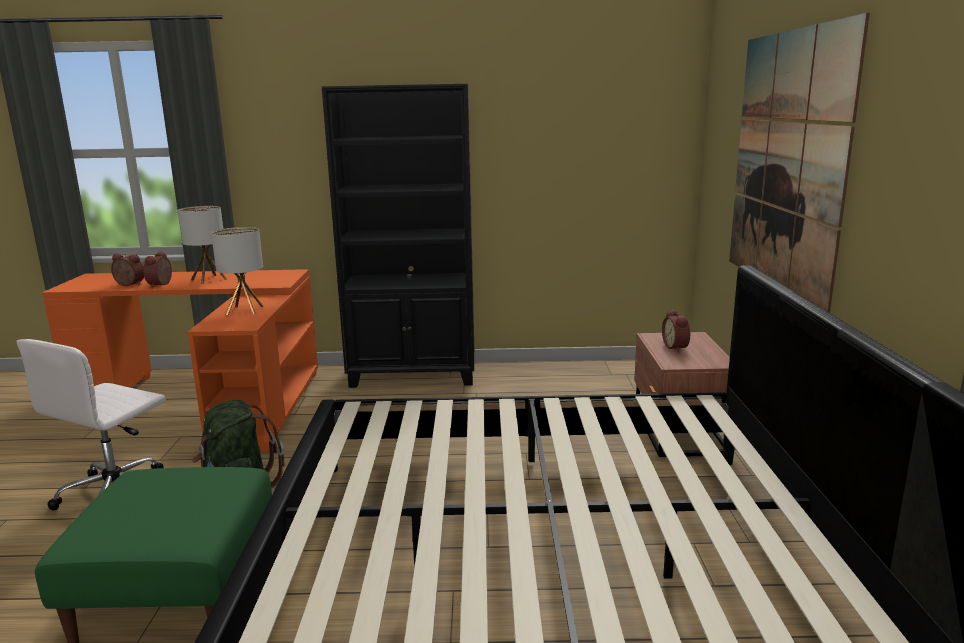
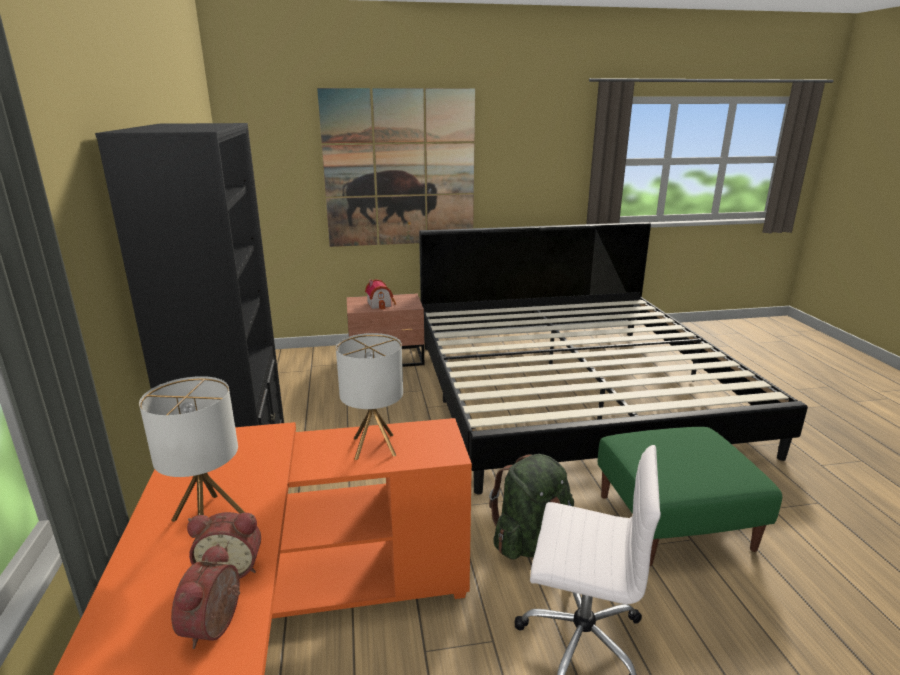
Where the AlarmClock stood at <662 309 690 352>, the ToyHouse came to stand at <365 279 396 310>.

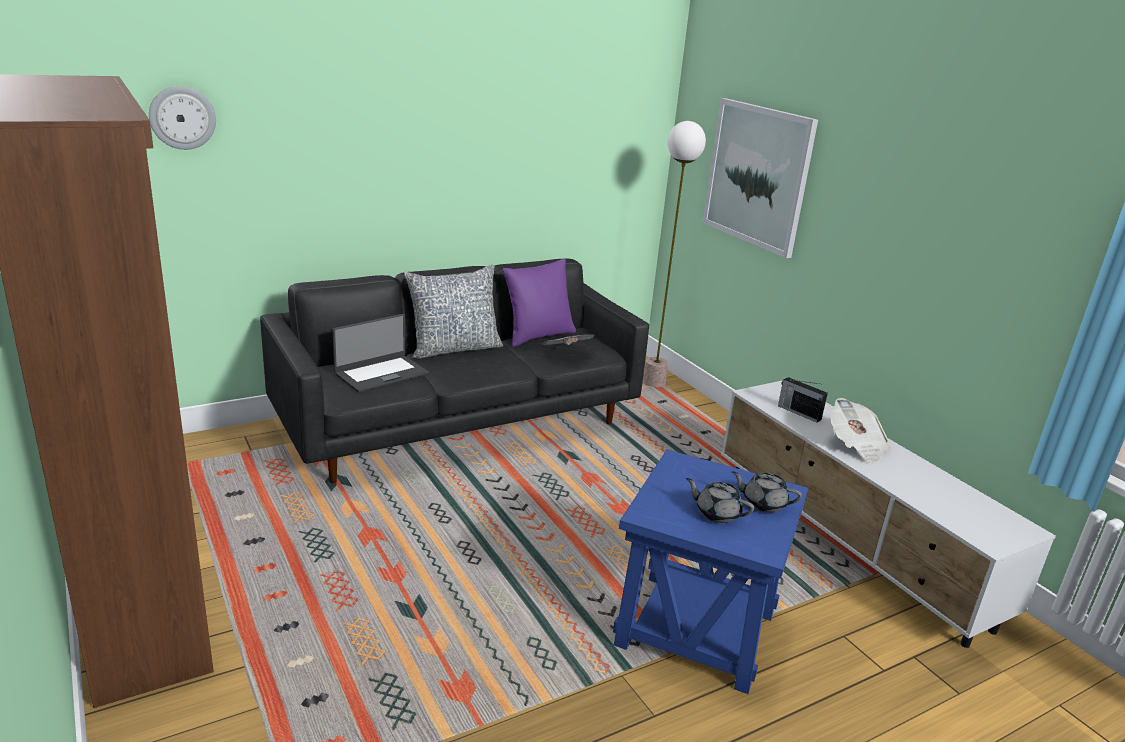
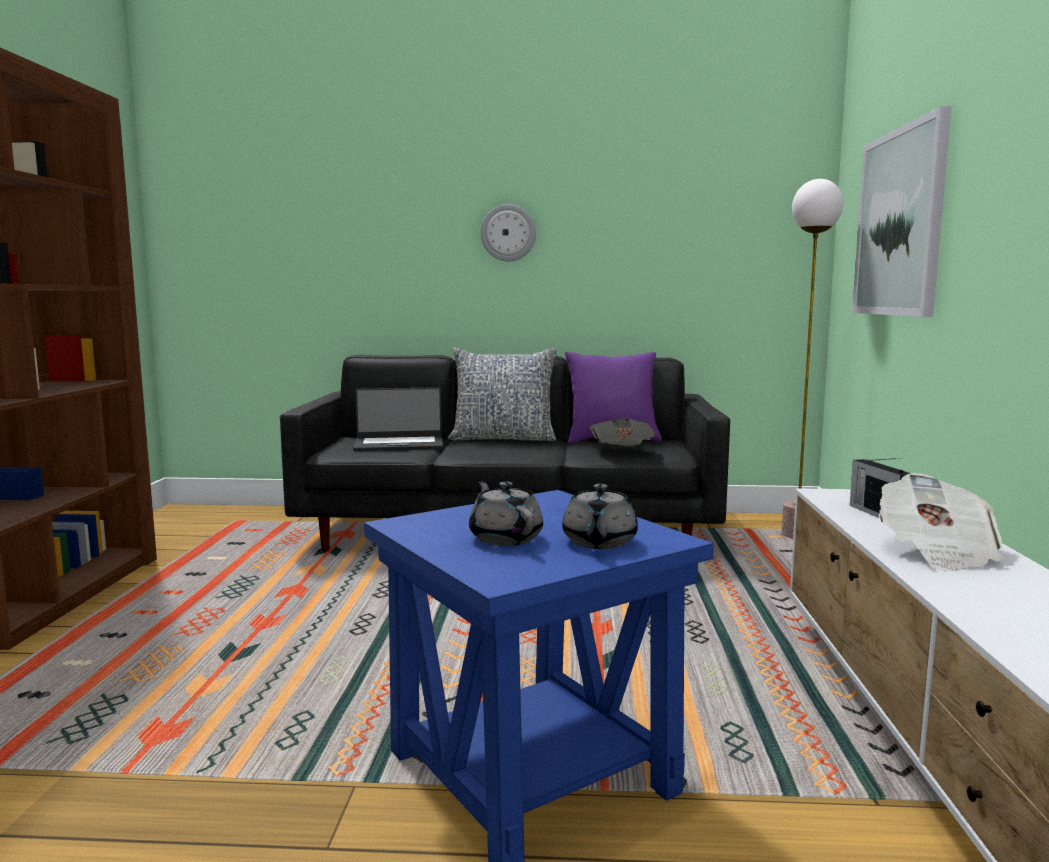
The WallClock ended up elsewhere, having gone from <149 86 216 150> to <481 204 536 262>.
The GreyTeapot at <732 471 802 513> ended up facing another way, 135 degrees counterclockwise from before.

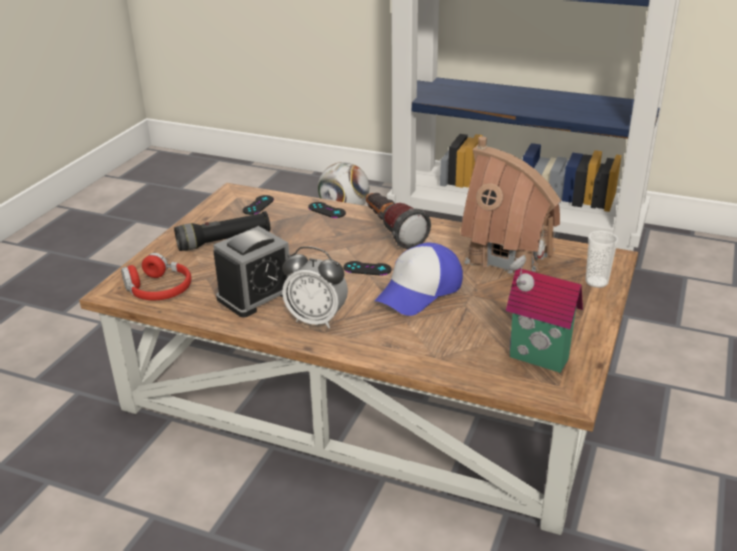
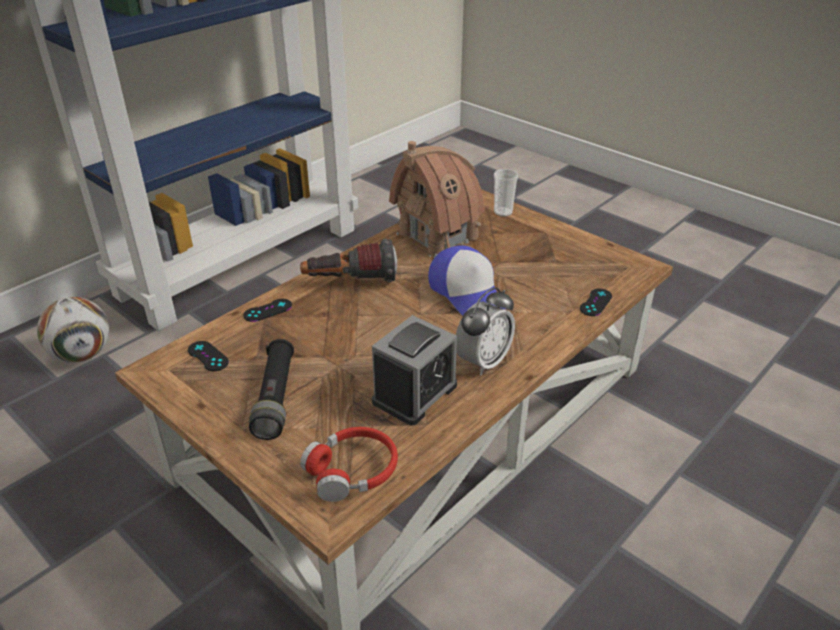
The second view lost the ToyHouse at <506 253 583 373>.
The BlackGameController ended up elsewhere, having gone from <344 261 392 276> to <580 288 612 316>.
The AlarmClock at <213 226 291 318> ended up facing another way, 60 degrees clockwise from before.

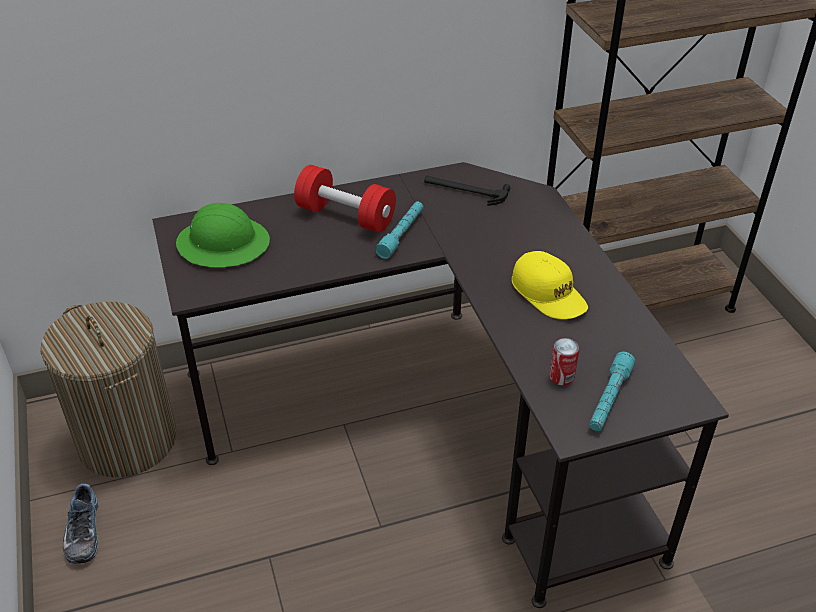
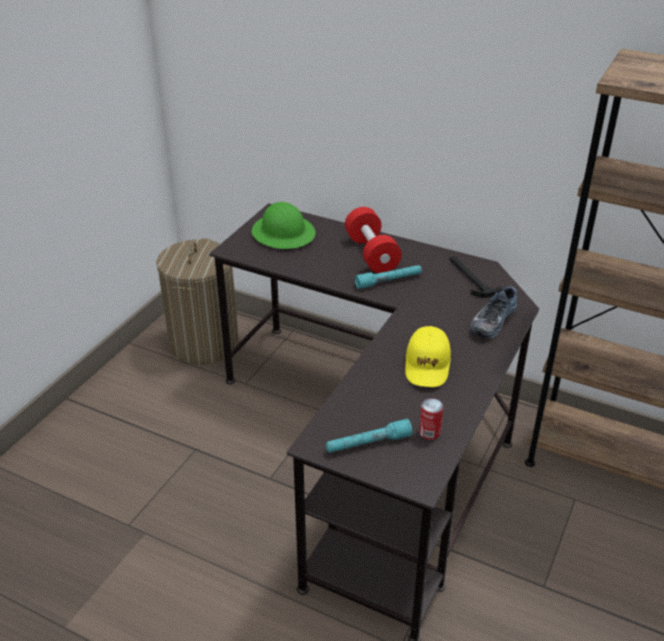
The Shoe ended up elsewhere, having gone from <63 484 98 564> to <470 286 517 338>.
The Can ended up elsewhere, having gone from <549 338 579 386> to <419 398 444 440>.

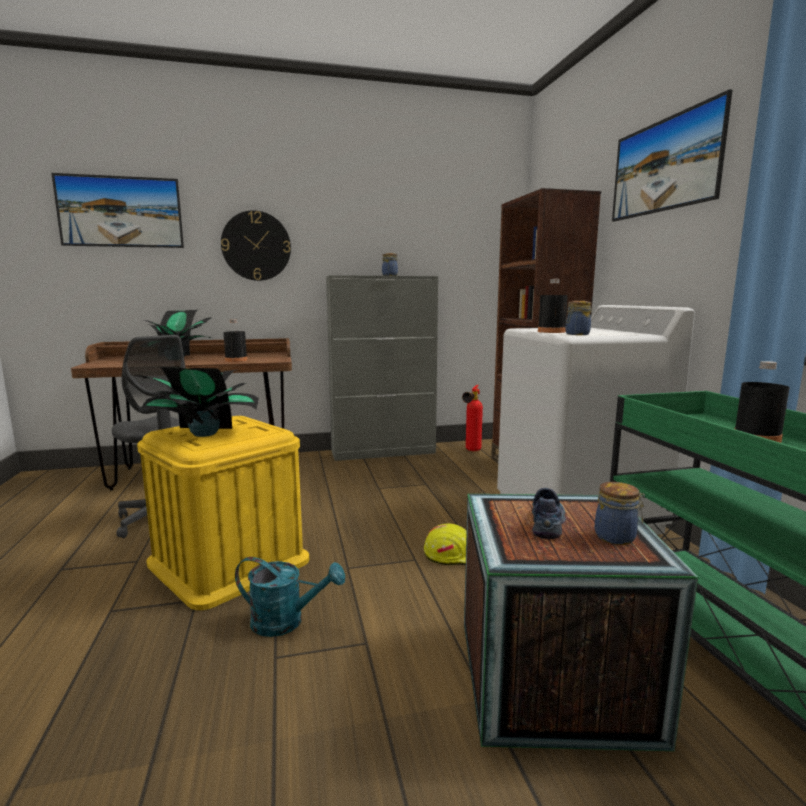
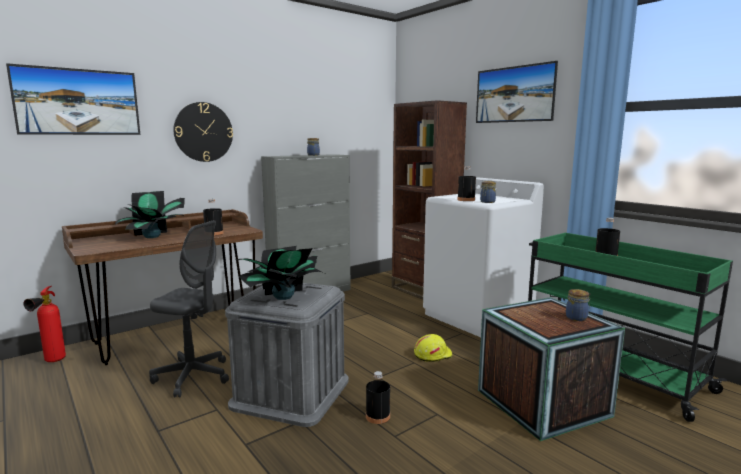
The second view lost the Shoe at <532 488 566 539>.
The FireExtinguisher ended up elsewhere, having gone from <462 385 483 451> to <24 286 66 362>.
Where the TurquoiseWateringCan stood at <235 557 345 637>, the BlackBottle came to stand at <366 371 390 424>.
What was the YellowStorageBox at <137 416 309 610> turned into the GreyStorageBox at <225 283 349 427>.

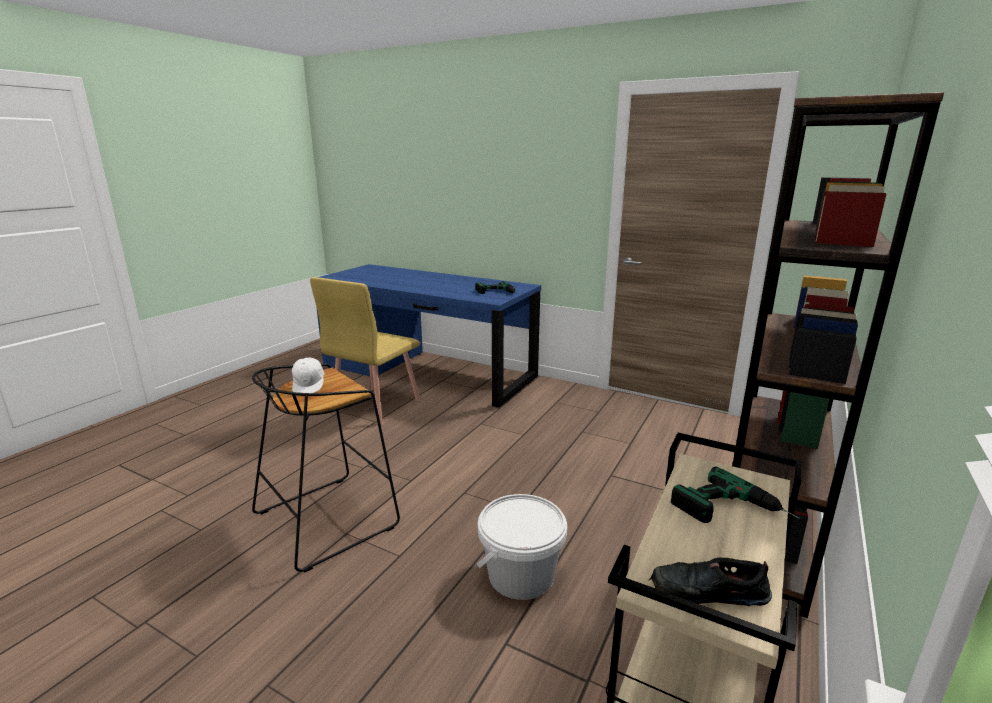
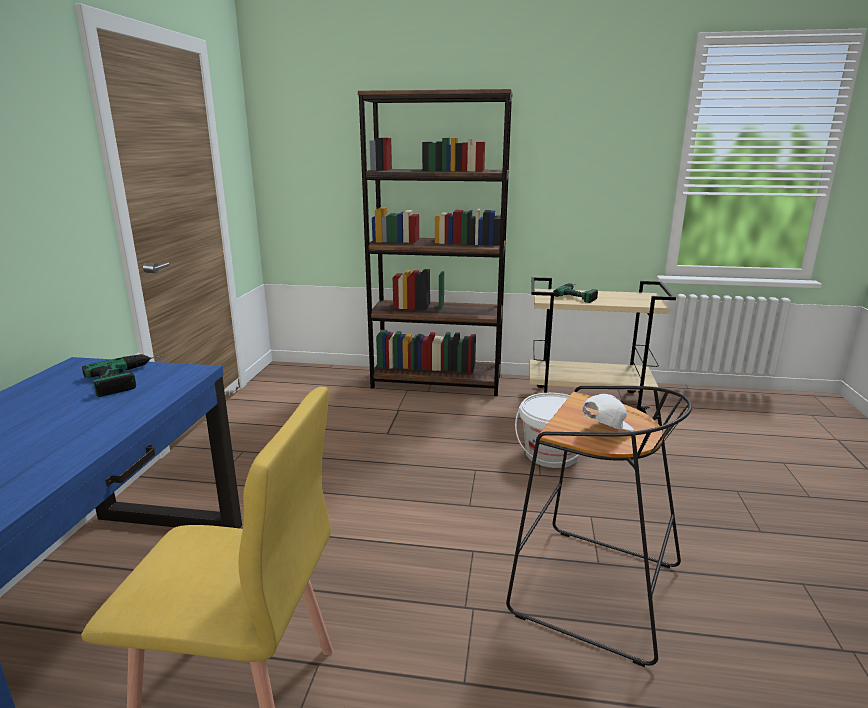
The second view lost the BlackShoe at <648 557 772 607>.

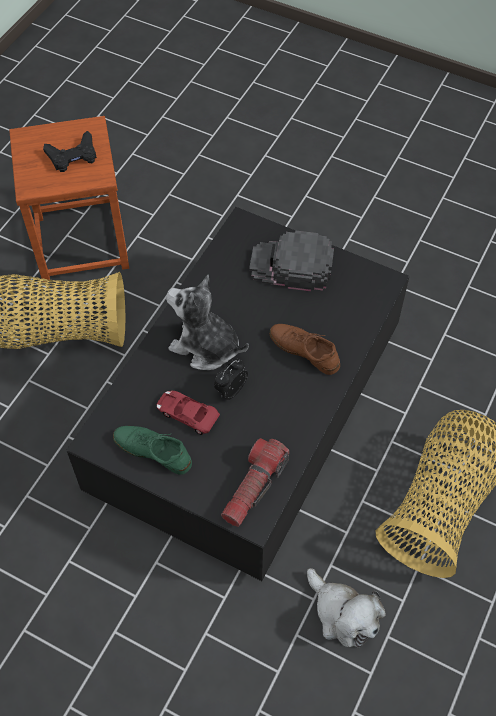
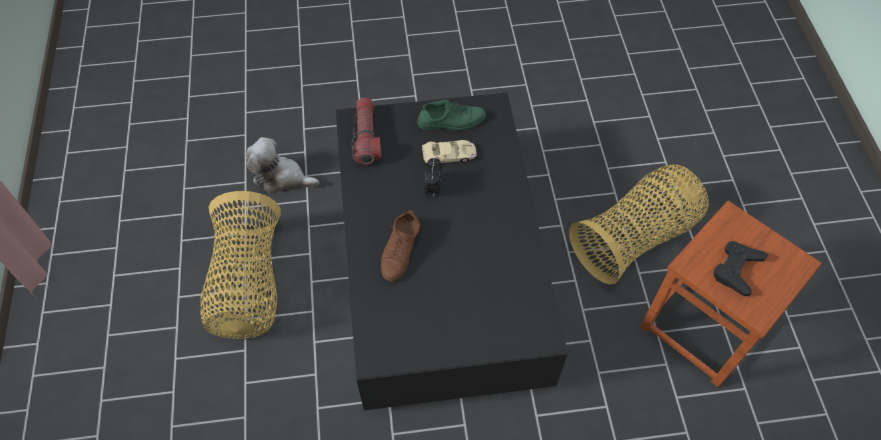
The second view lost the PlushToy at <166 275 249 370>.
The second view lost the BlackCap at <249 231 334 291>.
What was the RedToyCar at <157 391 220 435> turned into the BeigeToyCar at <422 140 477 163>.
The BrownShoe at <269 324 340 375> ended up facing another way, 105 degrees clockwise from before.

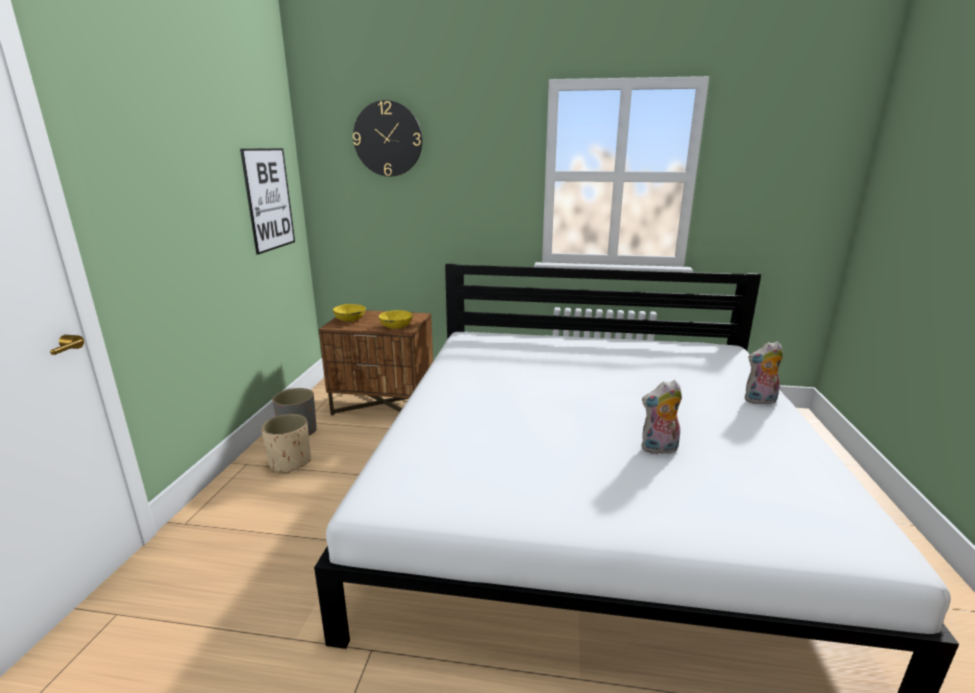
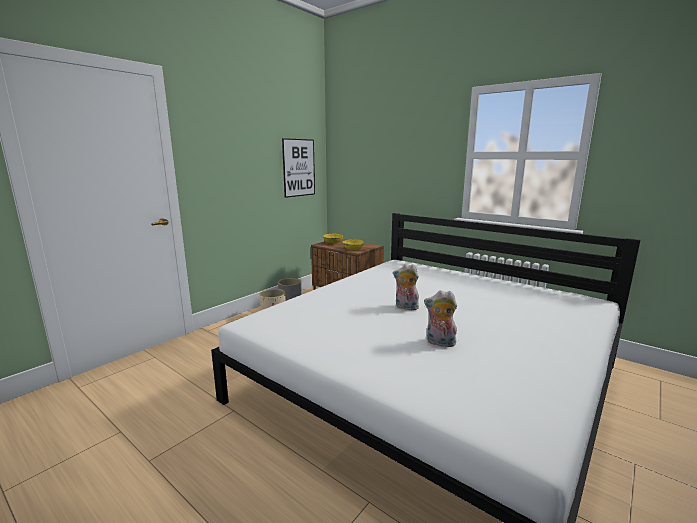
The second view lost the WallClock at <353 100 422 176>.
The PlushToy ended up elsewhere, having gone from <744 341 783 404> to <393 264 419 310>.

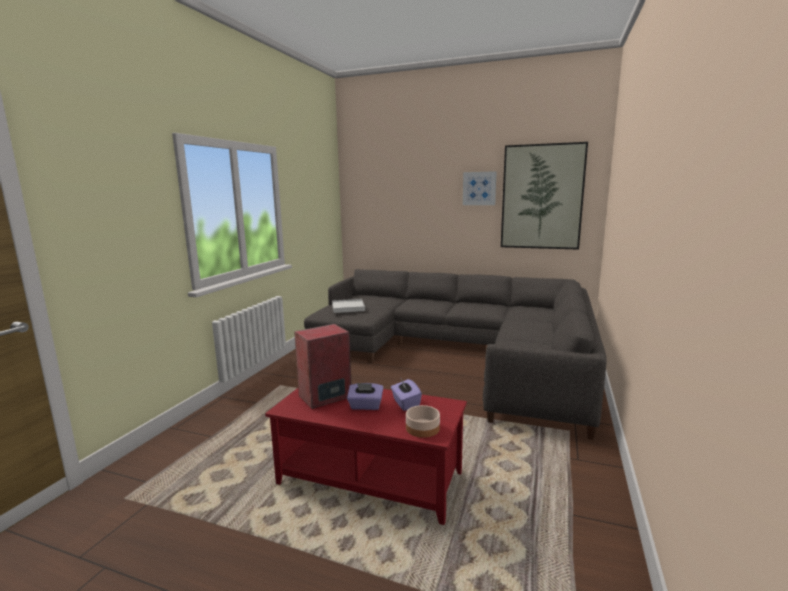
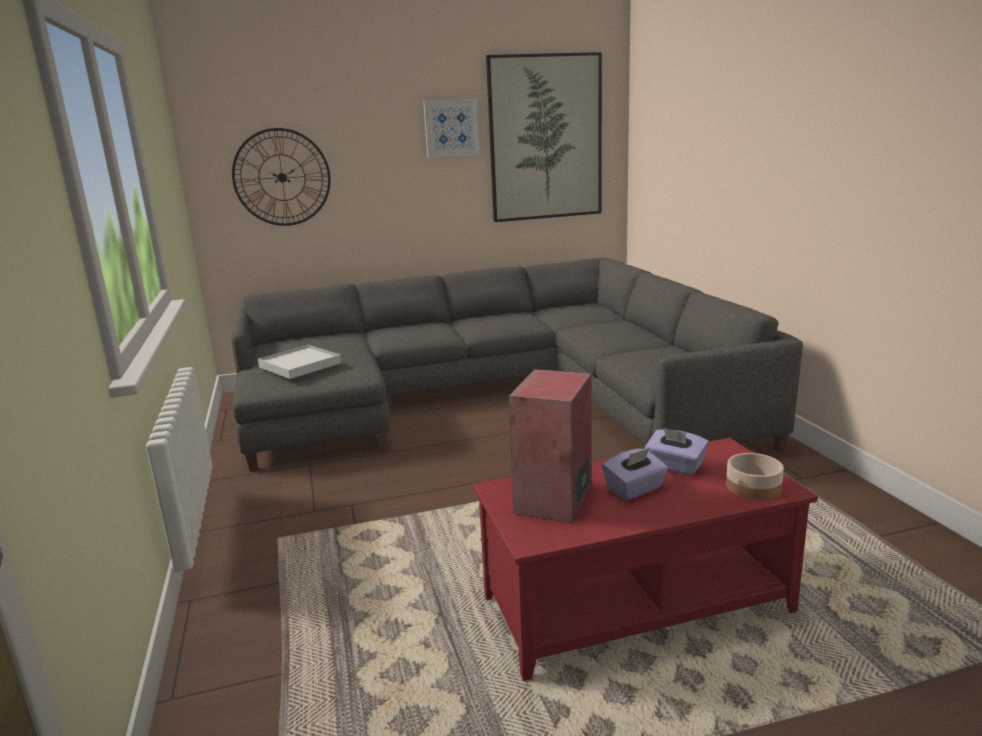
The second view gained the WallClock at <232 128 331 226>.

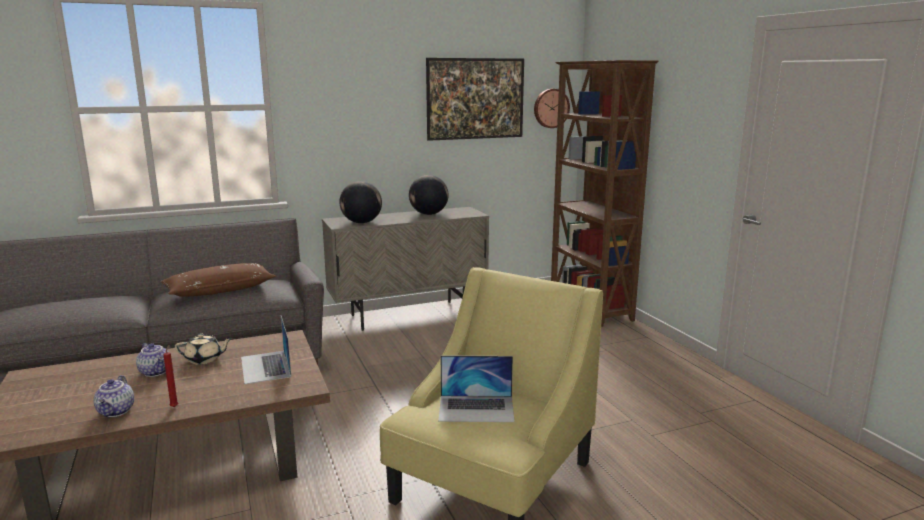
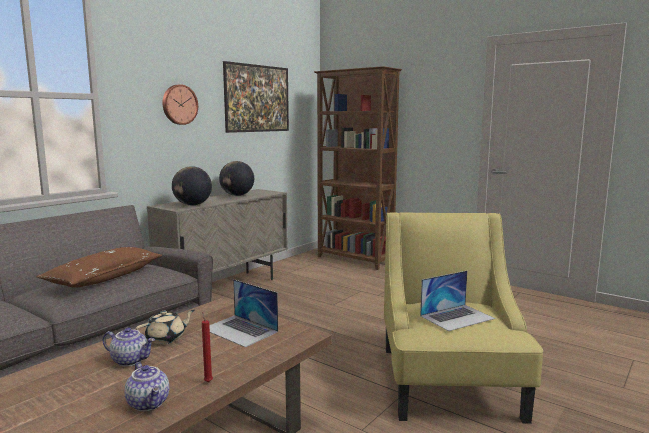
The WallClock ended up elsewhere, having gone from <534 89 570 128> to <163 84 198 125>.

